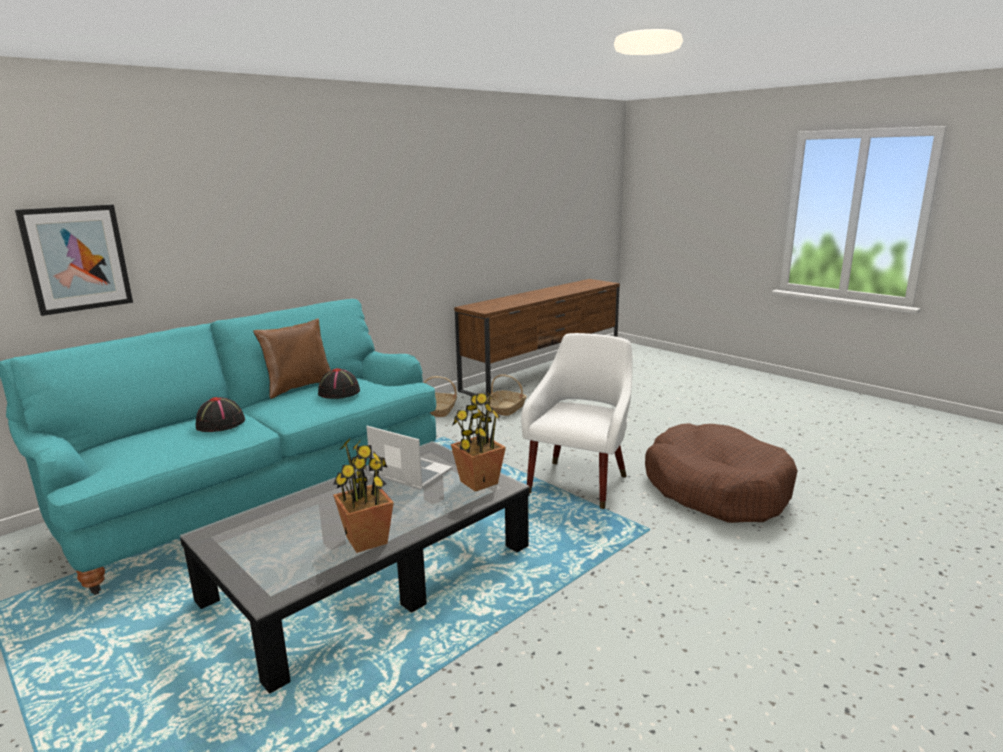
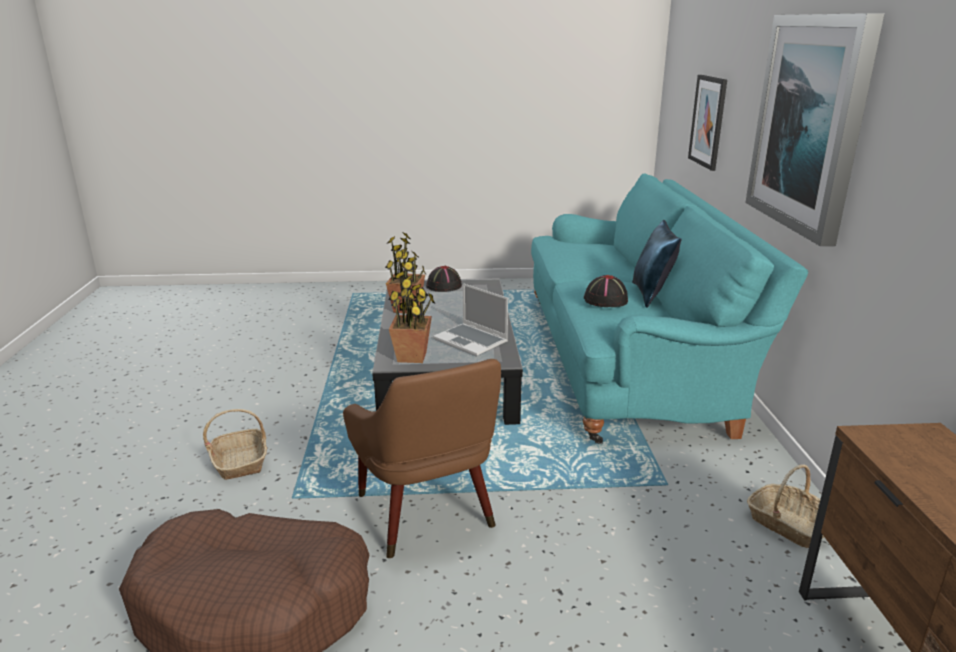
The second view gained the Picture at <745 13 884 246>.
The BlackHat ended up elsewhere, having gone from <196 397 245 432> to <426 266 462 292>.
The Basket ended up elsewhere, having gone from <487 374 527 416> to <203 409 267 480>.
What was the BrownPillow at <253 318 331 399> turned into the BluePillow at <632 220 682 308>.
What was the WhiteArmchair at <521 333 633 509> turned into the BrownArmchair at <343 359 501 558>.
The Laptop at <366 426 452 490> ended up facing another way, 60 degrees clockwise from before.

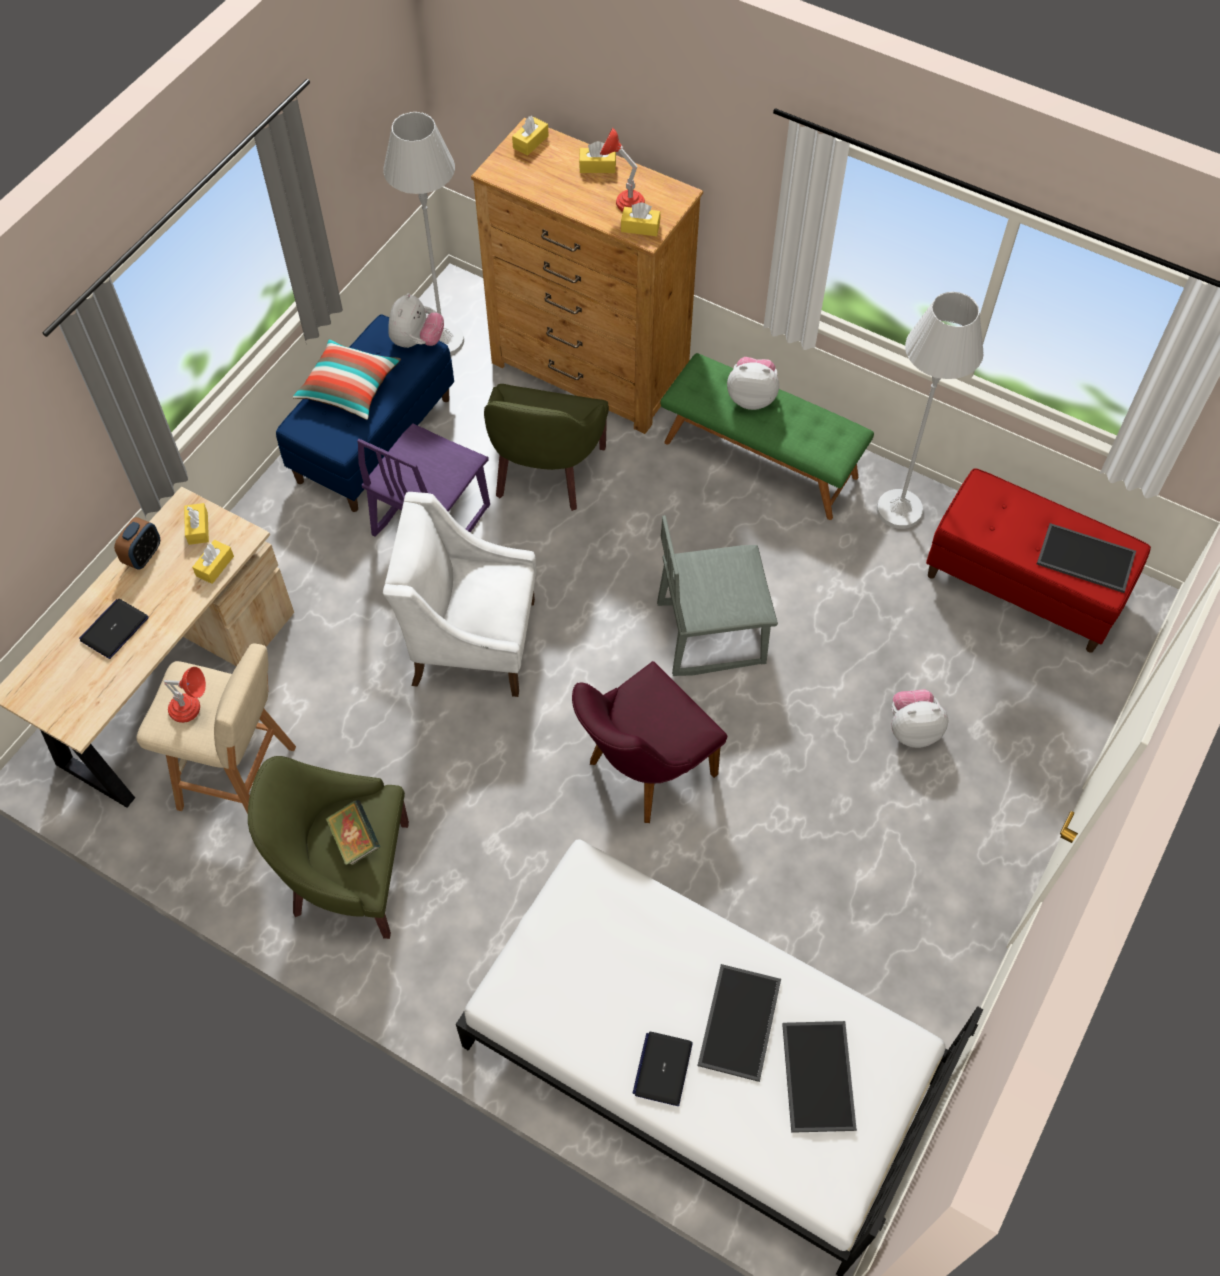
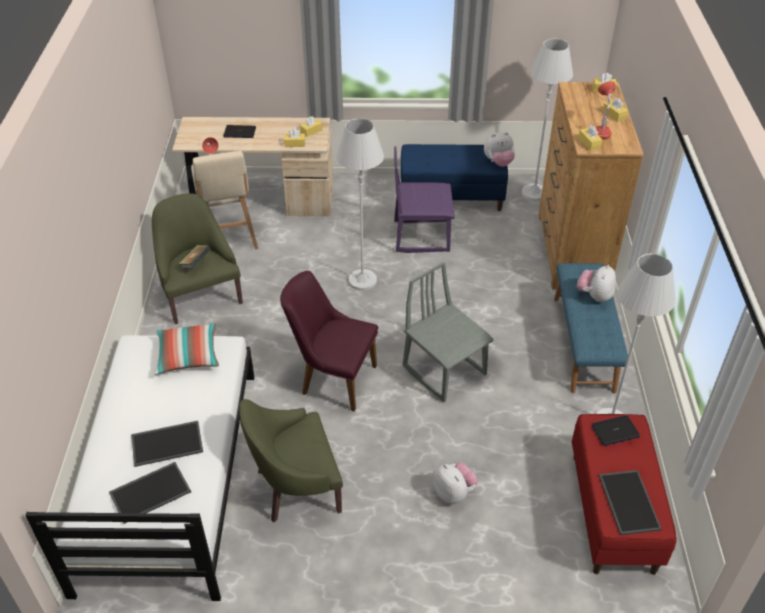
The second view lost the AlarmClock at <114 517 160 570>.
The Pillow ended up elsewhere, having gone from <293 339 401 420> to <155 324 219 375>.
The GreenArmchair ended up elsewhere, having gone from <484 384 609 511> to <239 399 343 522>.
The Laptop ended up elsewhere, having gone from <633 1032 693 1106> to <591 415 640 446>.
Where the WhiteArmchair stood at <383 492 537 697>, the WhiteFloorLamp came to stand at <336 118 384 291>.
What was the GreenBench at <661 353 874 520> turned into the BlueBench at <554 263 628 394>.
The PlushToy at <727 357 779 410> ended up facing another way, 135 degrees counterclockwise from before.

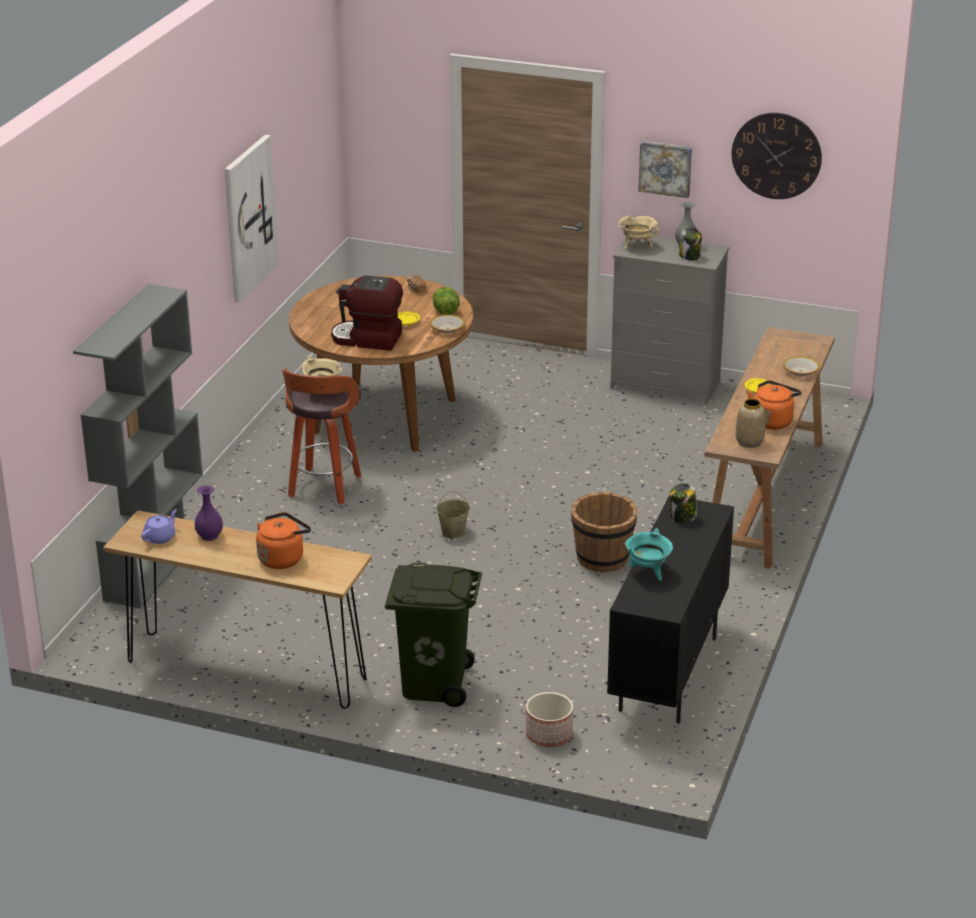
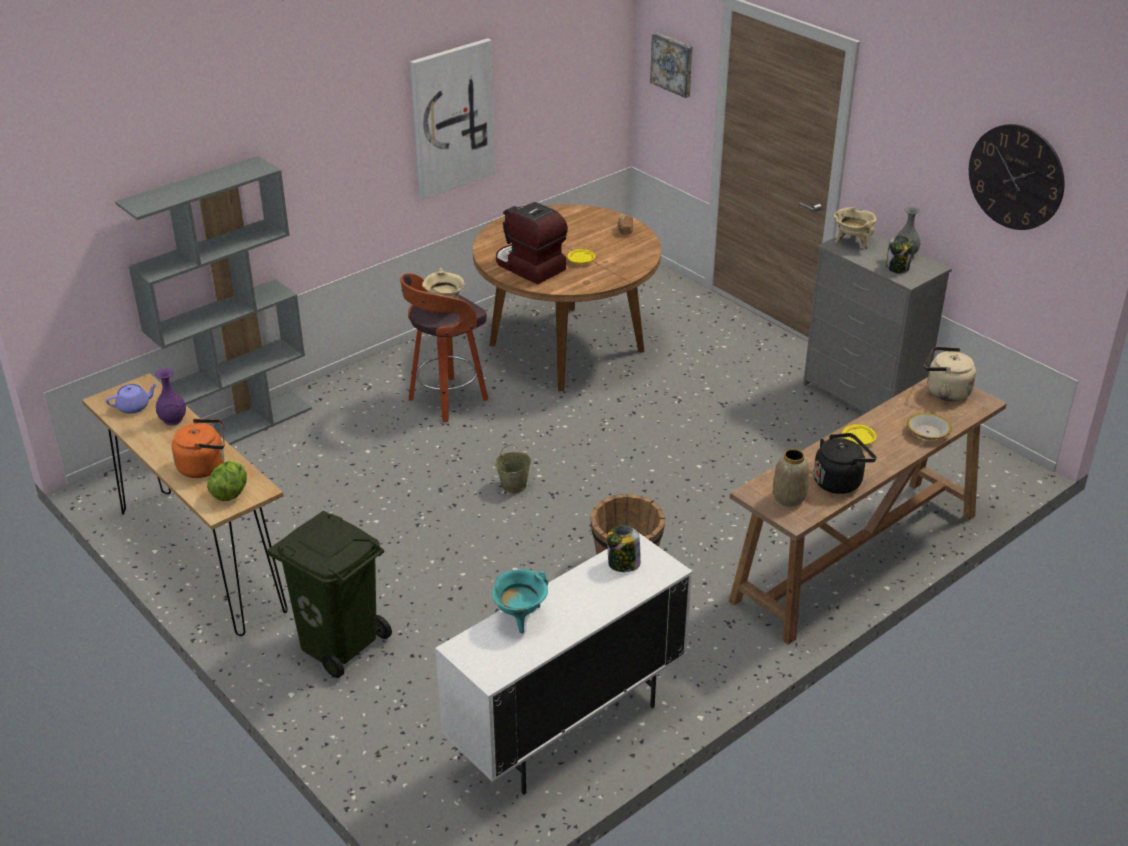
The second view lost the Bowl at <430 315 465 334>.
The second view lost the Planter at <526 692 573 747>.
The second view gained the BeigeKettle at <924 347 976 401>.
The Lettuce ended up elsewhere, having gone from <433 287 460 315> to <207 461 247 501>.
The Picture ended up elsewhere, having gone from <638 141 692 198> to <650 32 693 98>.
What was the BlackCabinet at <607 495 734 724> turned into the WhiteCabinet at <435 532 693 795>.
What was the OrangeKettle at <747 380 802 429> turned into the BlackKettle at <814 433 877 494>.

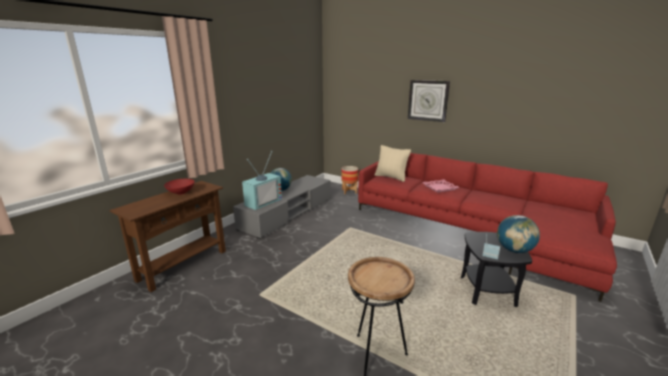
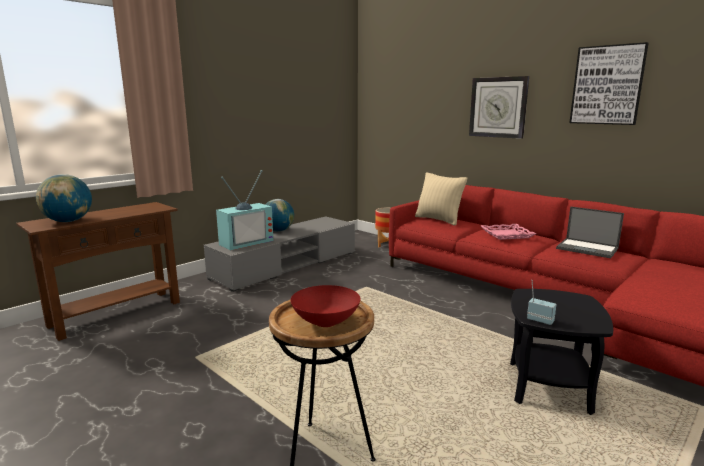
The second view gained the Laptop at <556 206 624 258>.
The second view gained the Picture at <569 42 649 125>.
The RedBowl ended up elsewhere, having gone from <164 179 195 195> to <290 285 360 327>.
The Globe ended up elsewhere, having gone from <497 215 540 253> to <36 174 92 222>.

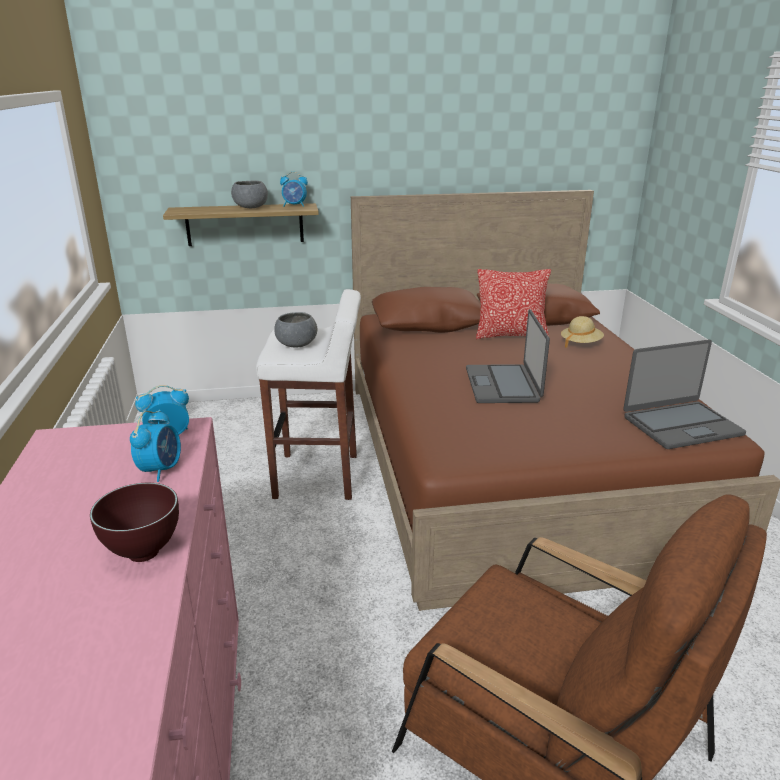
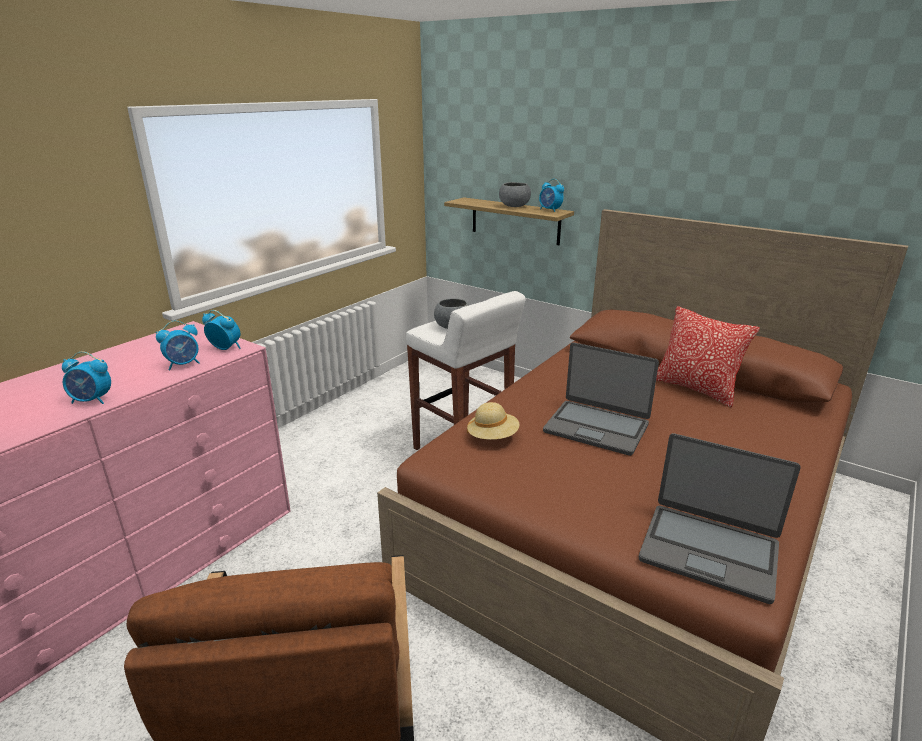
The BeigeHat ended up elsewhere, having gone from <561 316 604 348> to <467 402 519 440>.
Where the BrownBowl stood at <90 483 179 562>, the AlarmClock came to stand at <62 351 111 404>.
The Laptop at <466 309 550 403> ended up facing another way, 105 degrees counterclockwise from before.

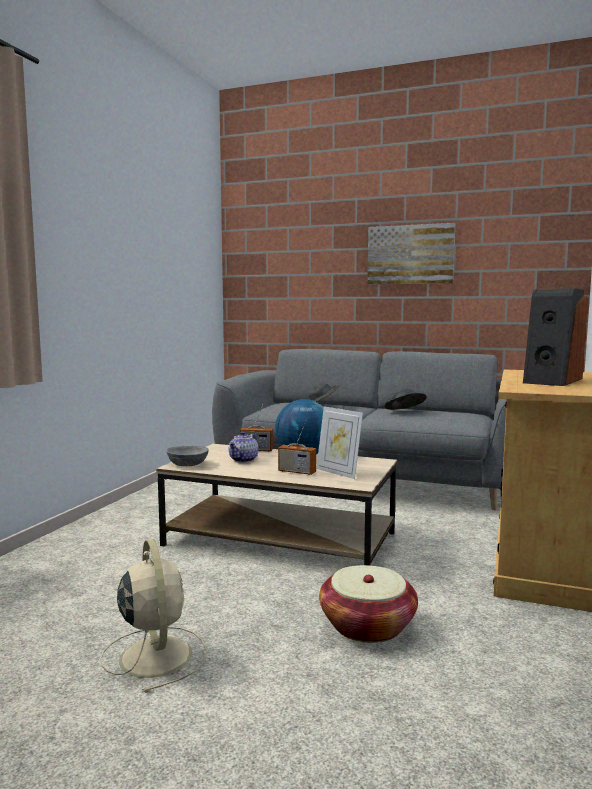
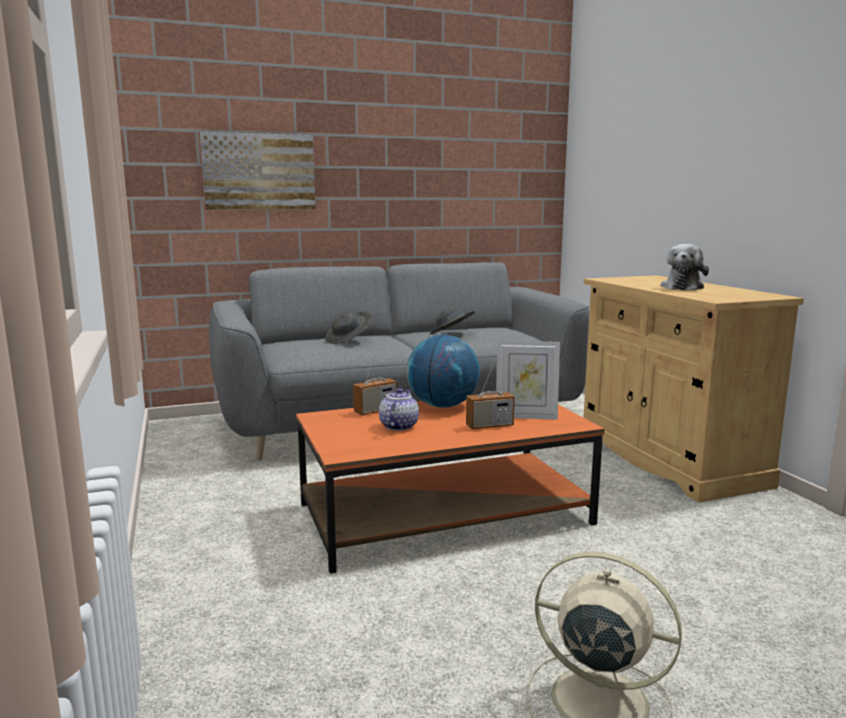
The second view lost the GreyBowl at <166 446 209 466>.
The second view lost the Basket at <319 565 418 643>.
The Picture ended up elsewhere, having gone from <367 223 455 285> to <200 132 316 210>.
Where the Speaker stood at <523 288 588 386>, the PlushToy came to stand at <661 244 709 291>.
What was the BeigeCoffeeTable at <156 444 397 566> turned into the OrangeCoffeeTable at <296 400 604 574>.
The Teapot at <229 431 258 463> ended up facing another way, 150 degrees counterclockwise from before.

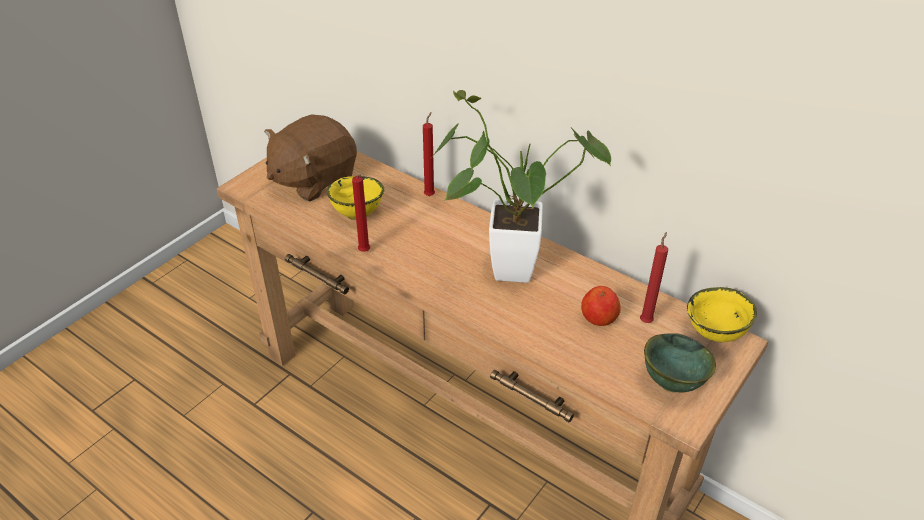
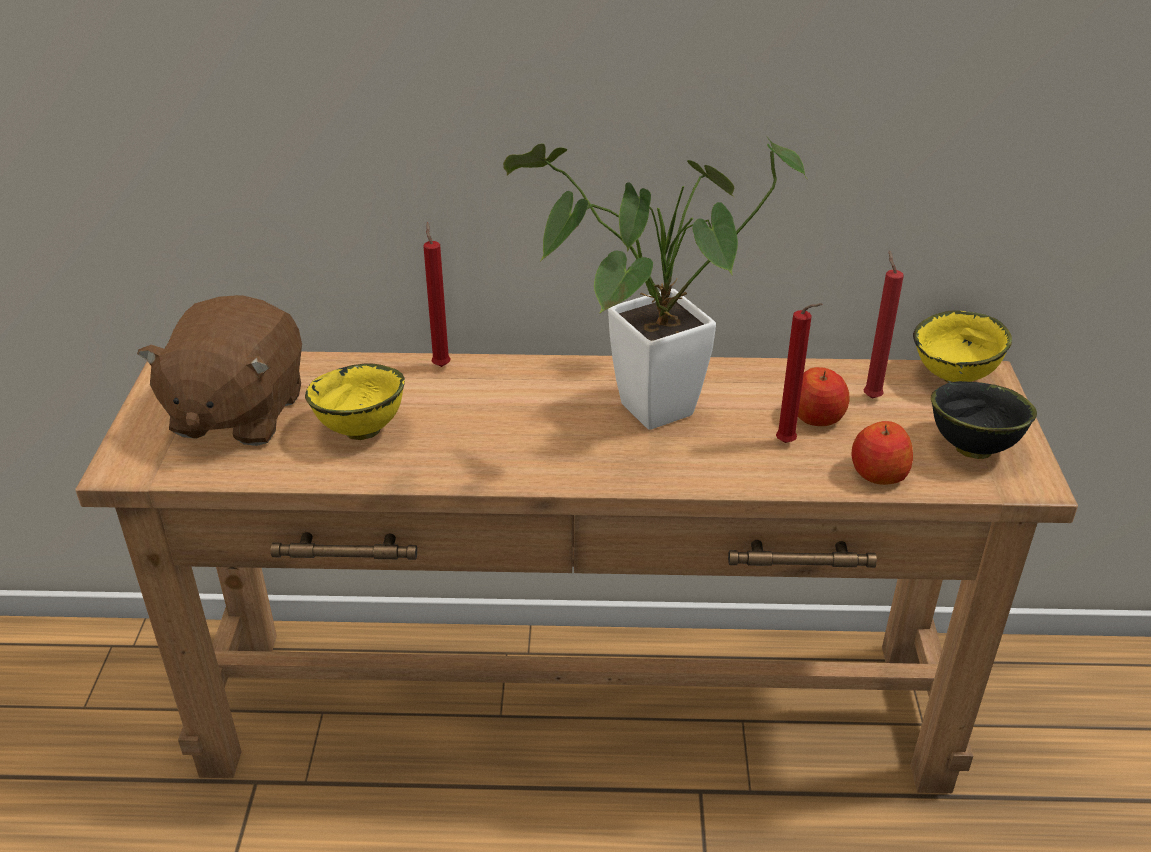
The second view gained the Apple at <852 421 913 485>.
The RedCandle ended up elsewhere, having gone from <352 175 370 252> to <776 303 823 443>.
What was the GreenBowl at <644 334 716 392> turned into the BlackBowl at <931 381 1037 459>.

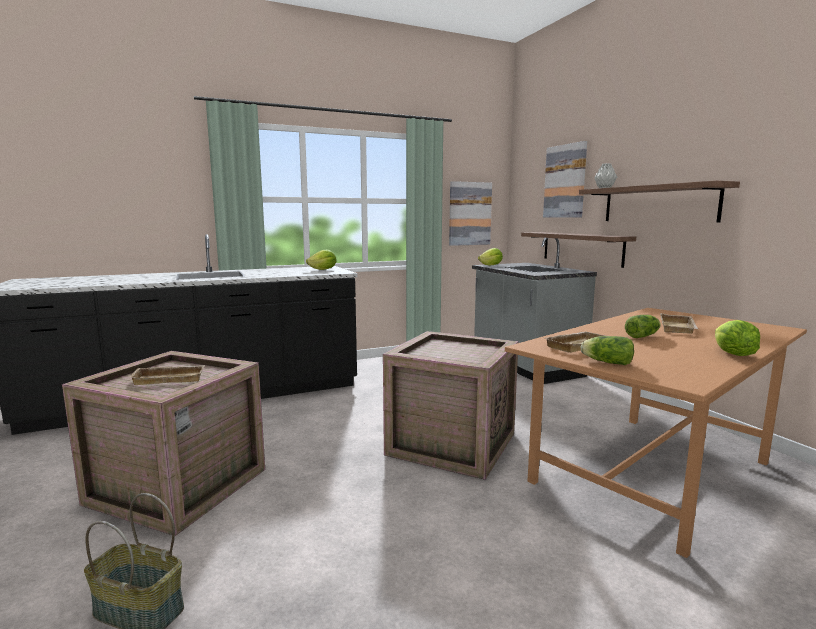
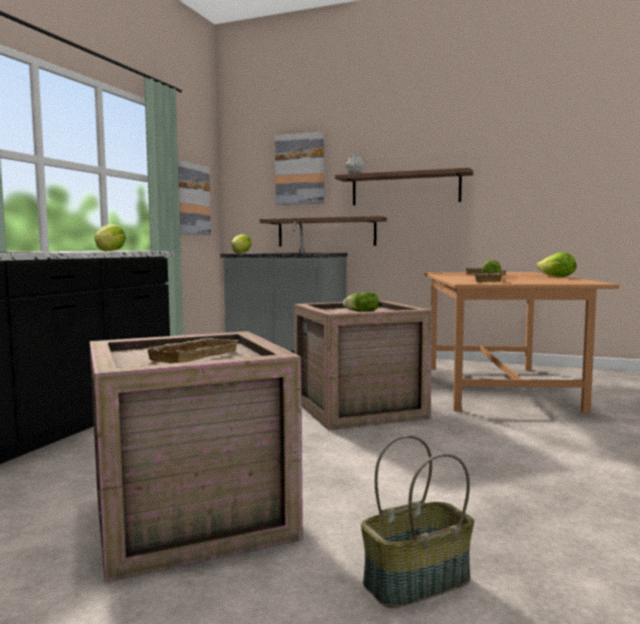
The Lettuce ended up elsewhere, having gone from <581 336 634 365> to <343 292 379 312>.

